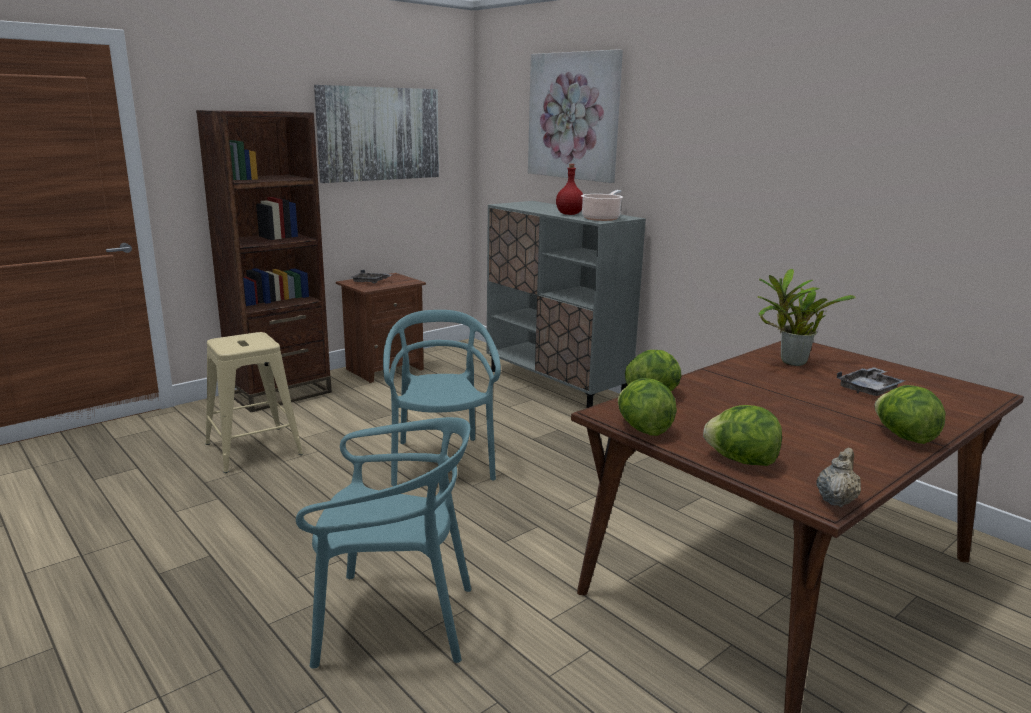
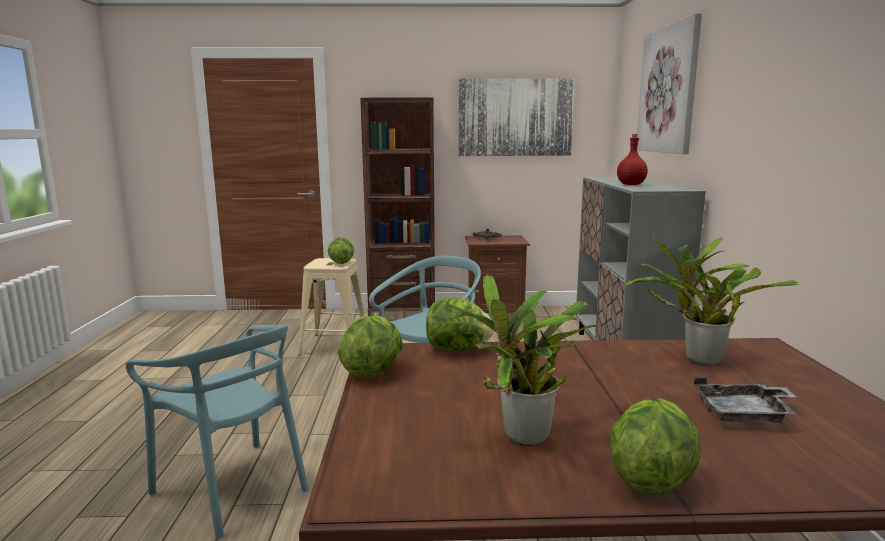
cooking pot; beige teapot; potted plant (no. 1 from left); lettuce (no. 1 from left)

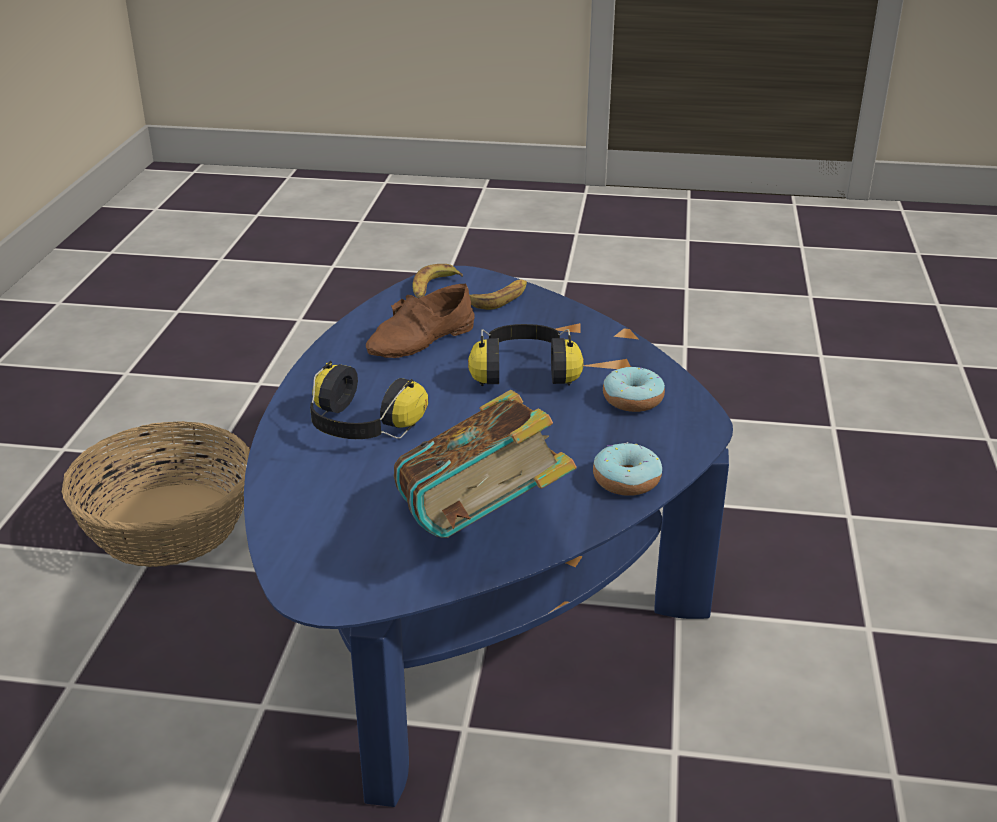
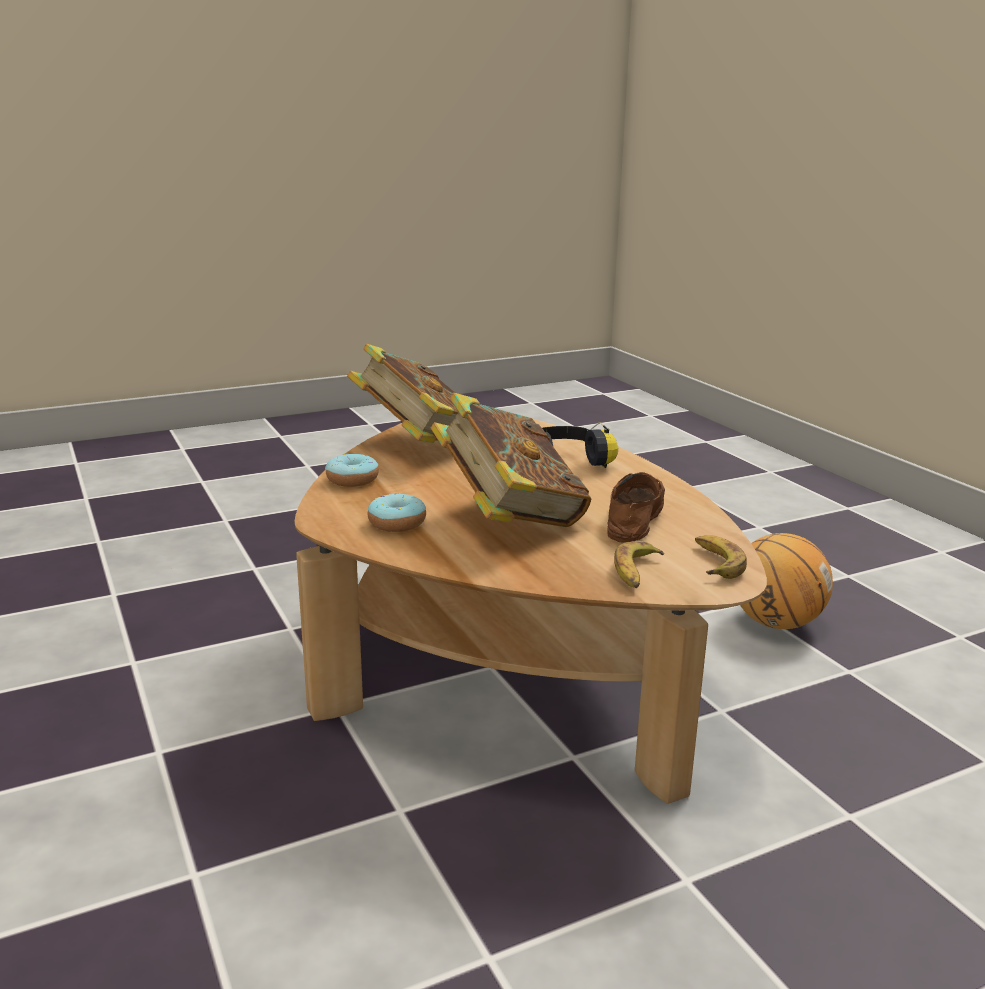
basketball; book (no. 2 from left); brown coffee table

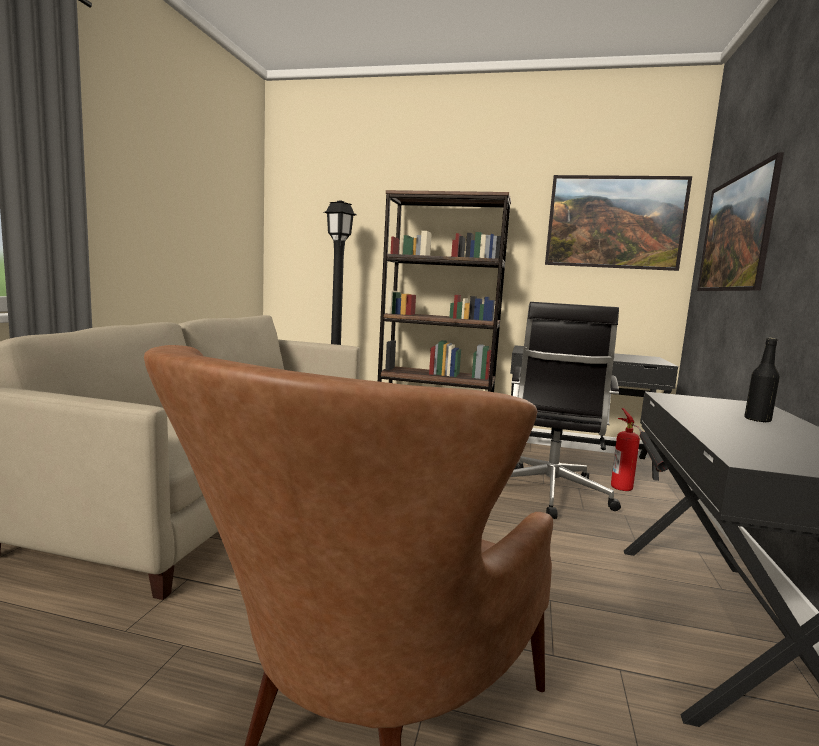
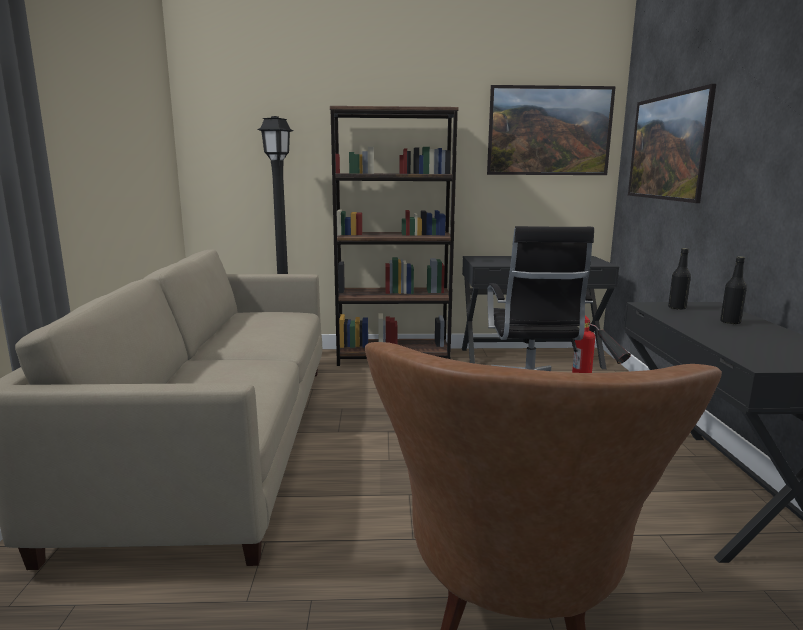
black bottle (no. 1 from left)

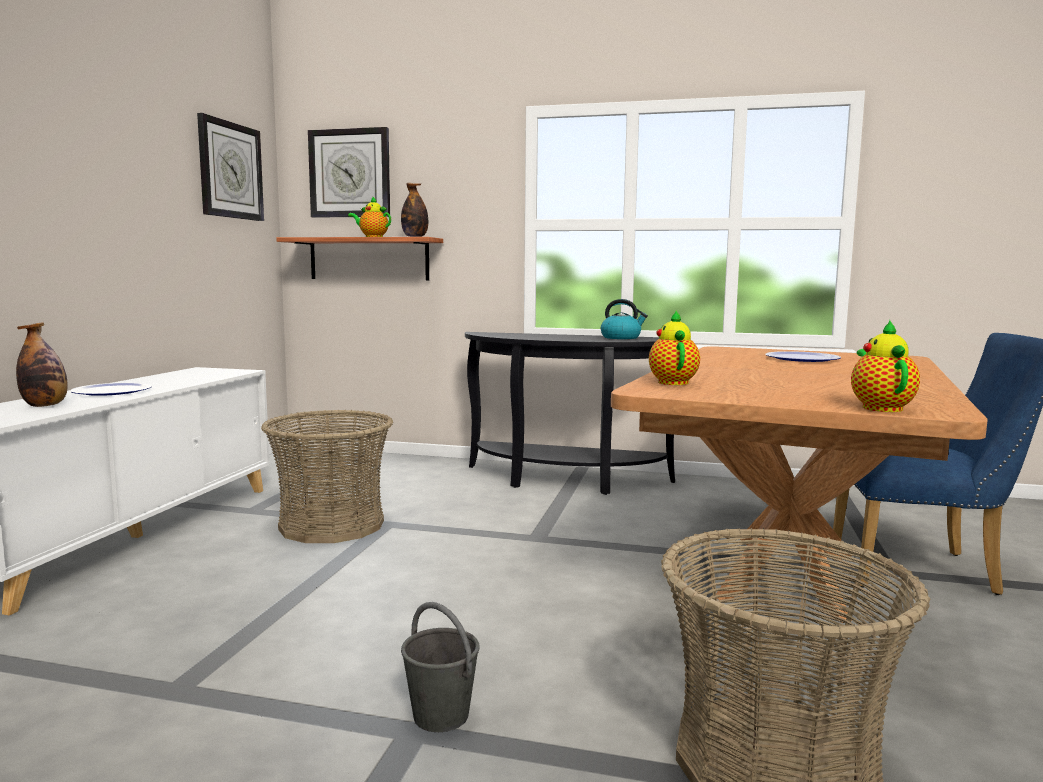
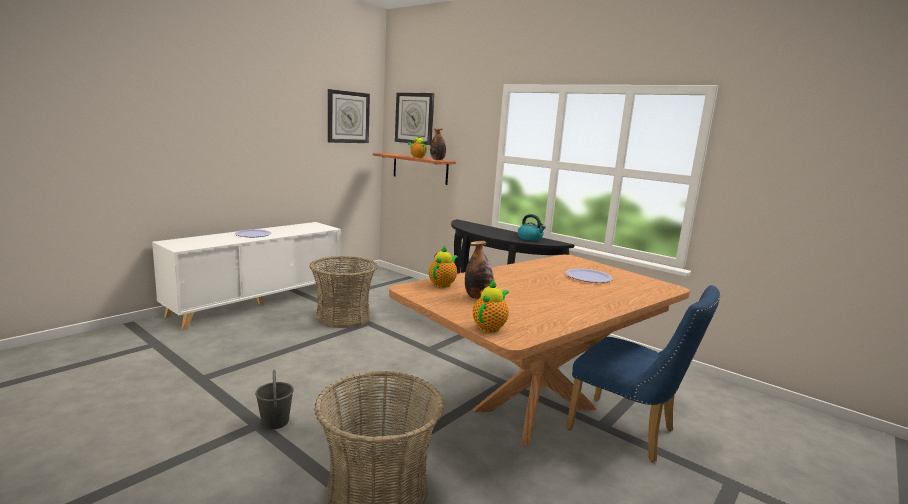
bottle (no. 2 from left)

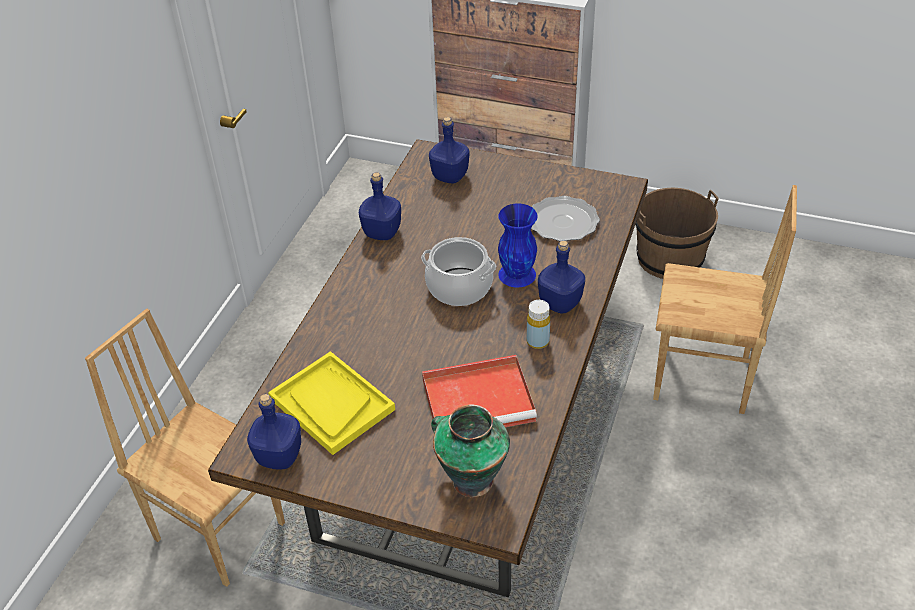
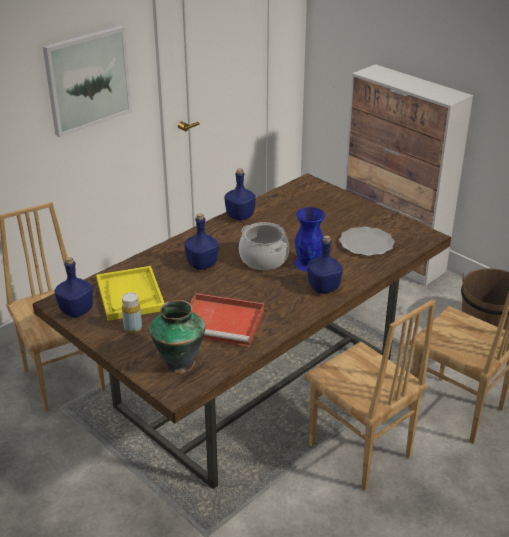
picture; brown chair (no. 2 from left); blue bottle (no. 2 from left); yellow bottle

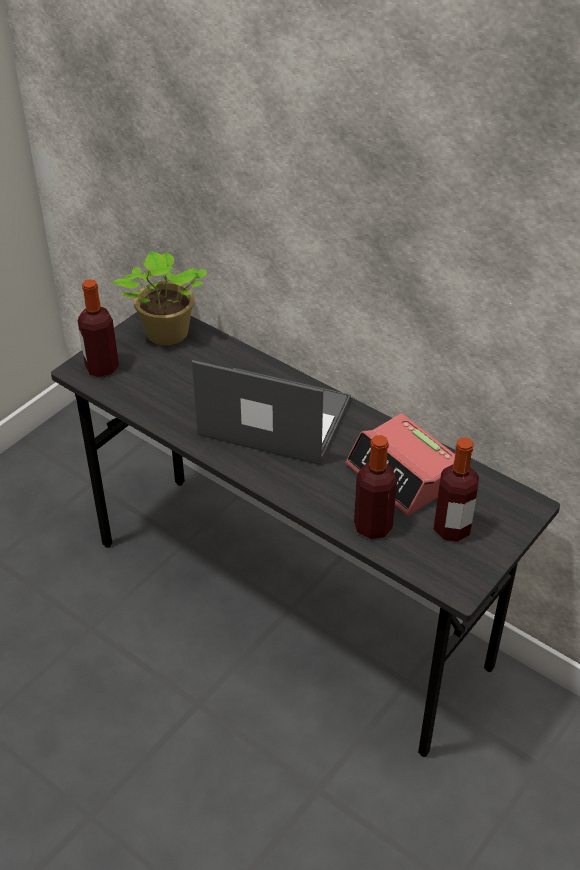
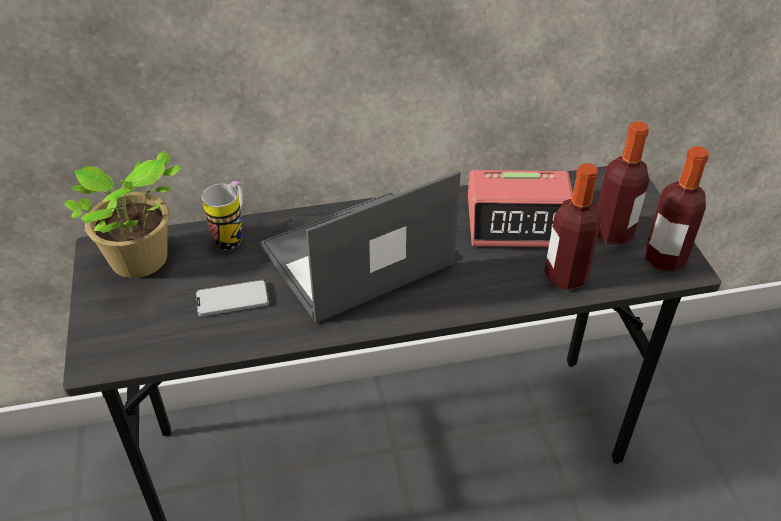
phone; mug; bottle (no. 3 from left)

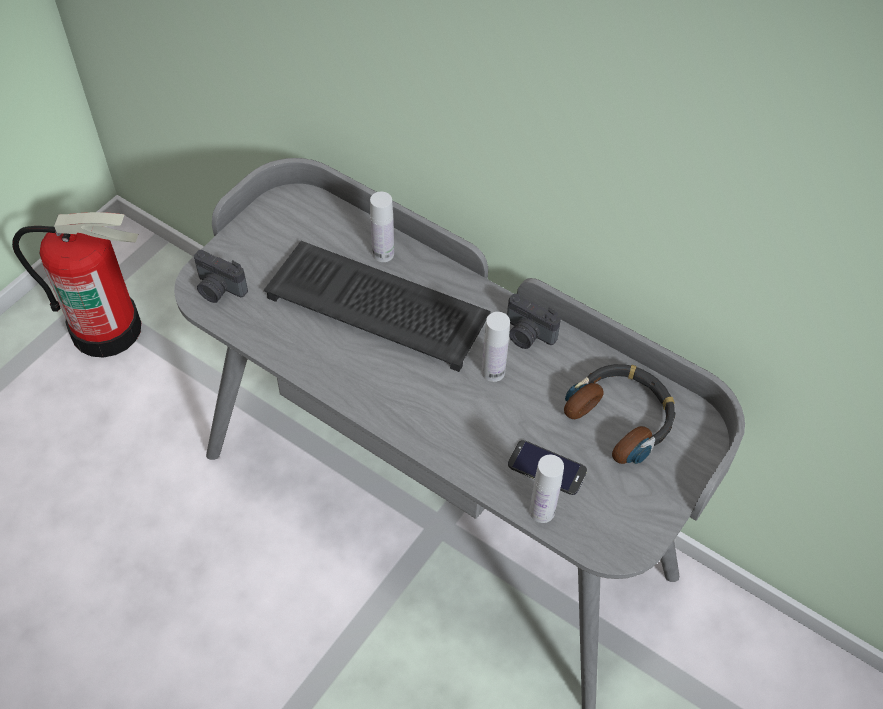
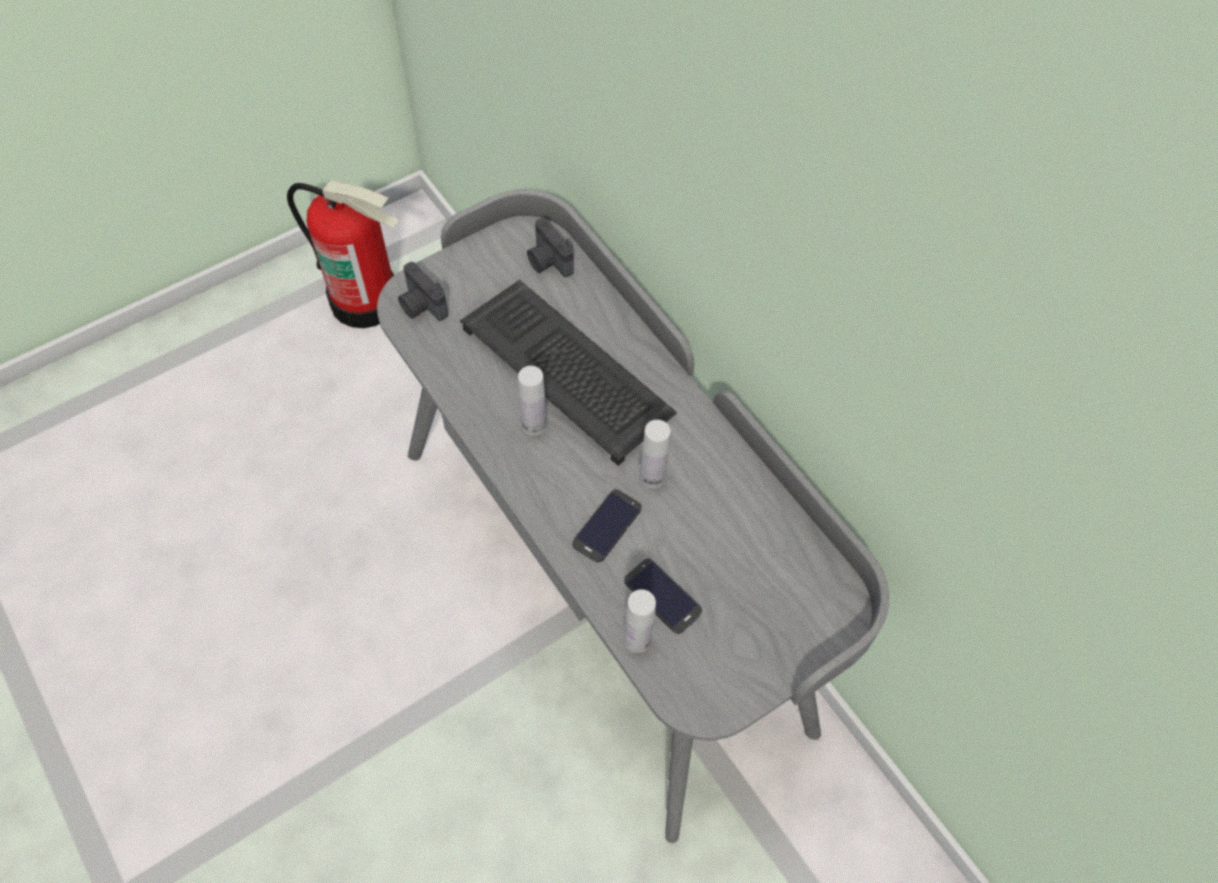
headphones; phone (no. 1 from left); white bottle (no. 1 from left); photo camera (no. 2 from left)

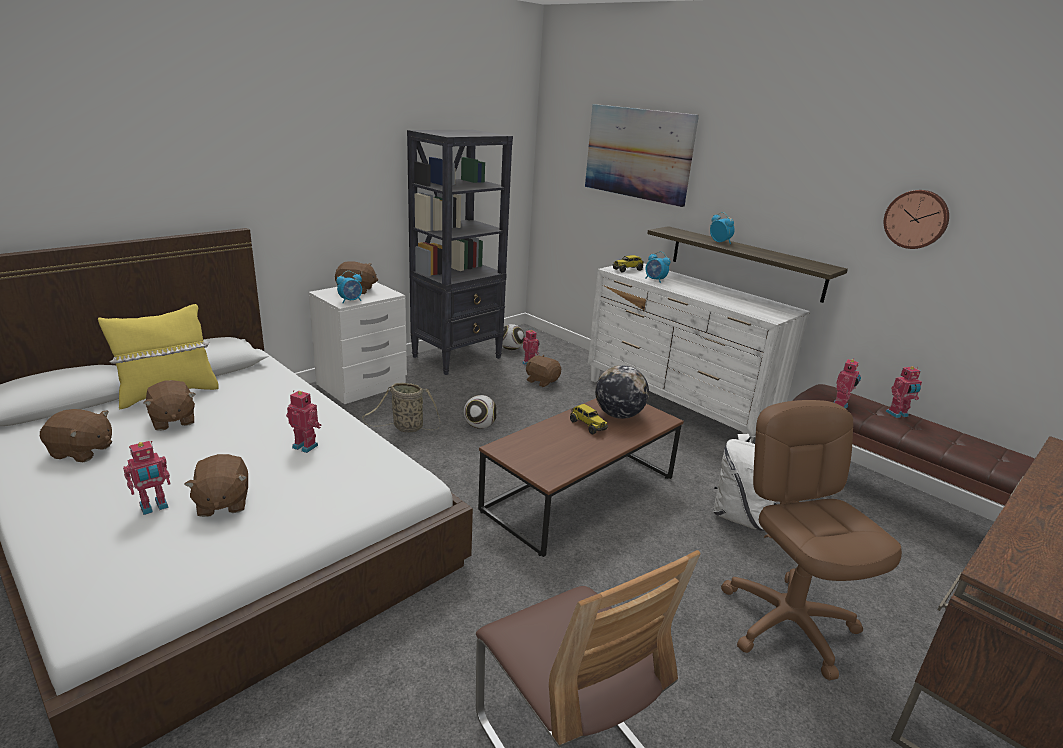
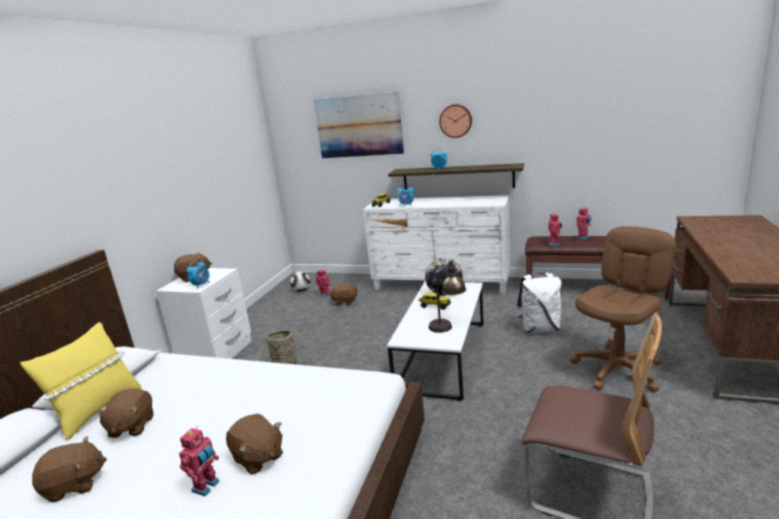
toy robot (no. 2 from left in the first image); black bookcase; football (no. 1 from left in the first image); table lamp; wall clock; white coffee table; brown plush toy (no. 2 from left); brown office chair

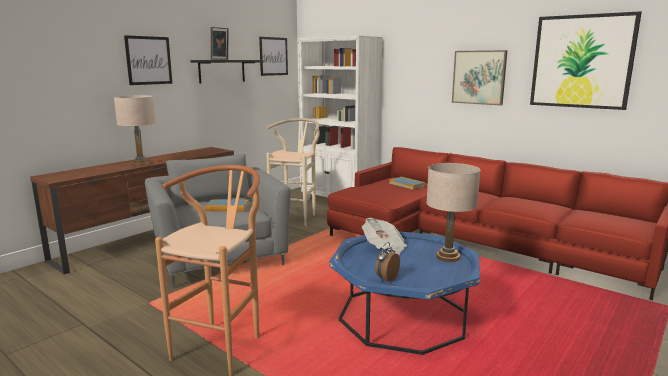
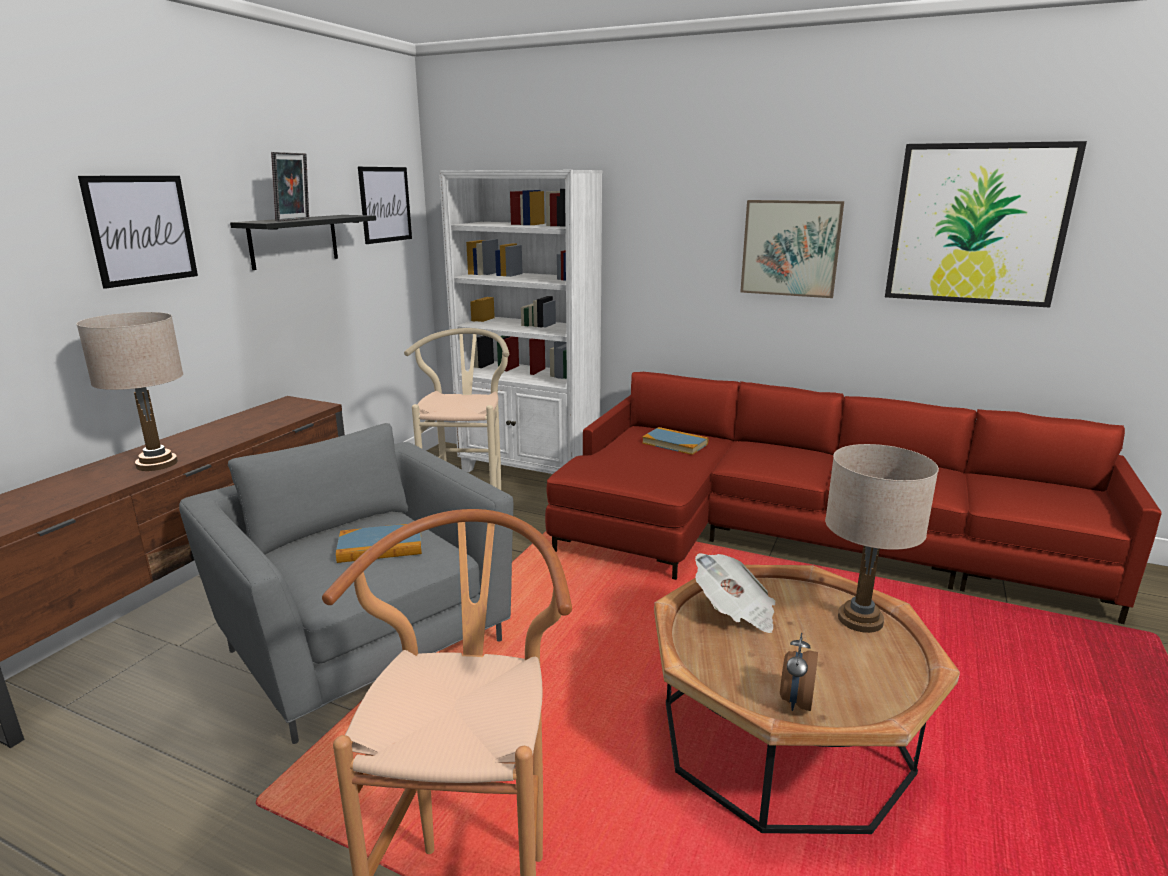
brown coffee table

